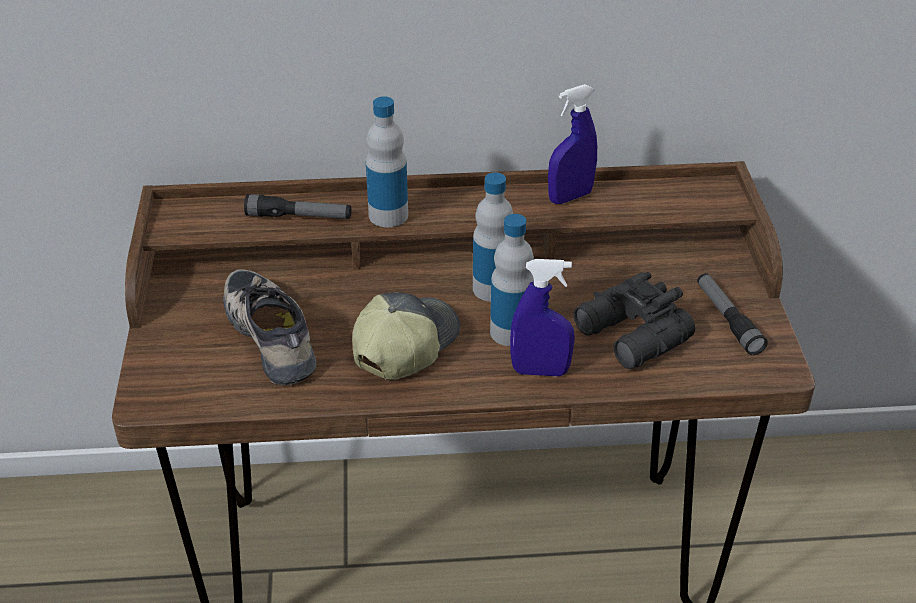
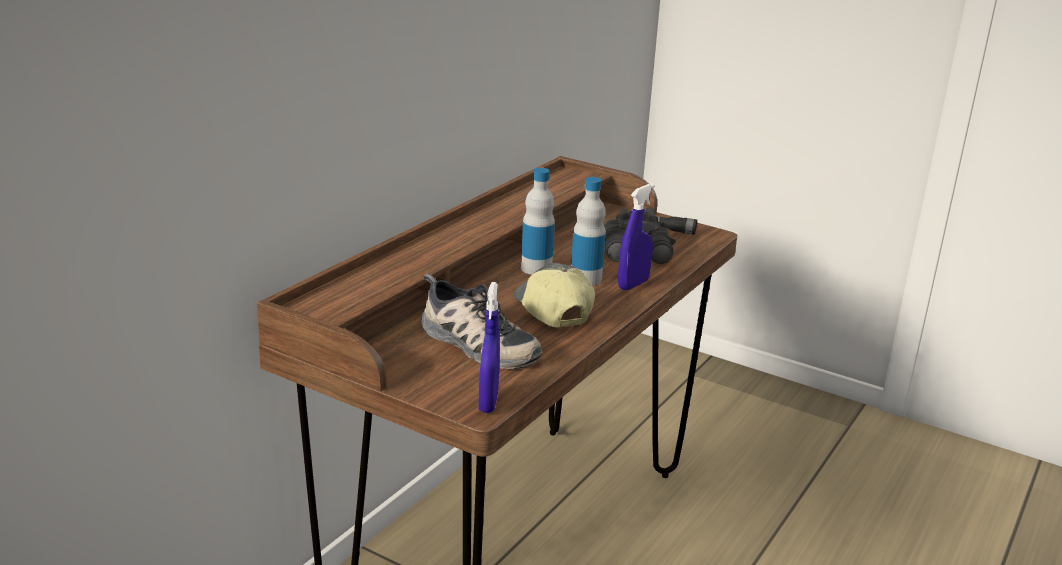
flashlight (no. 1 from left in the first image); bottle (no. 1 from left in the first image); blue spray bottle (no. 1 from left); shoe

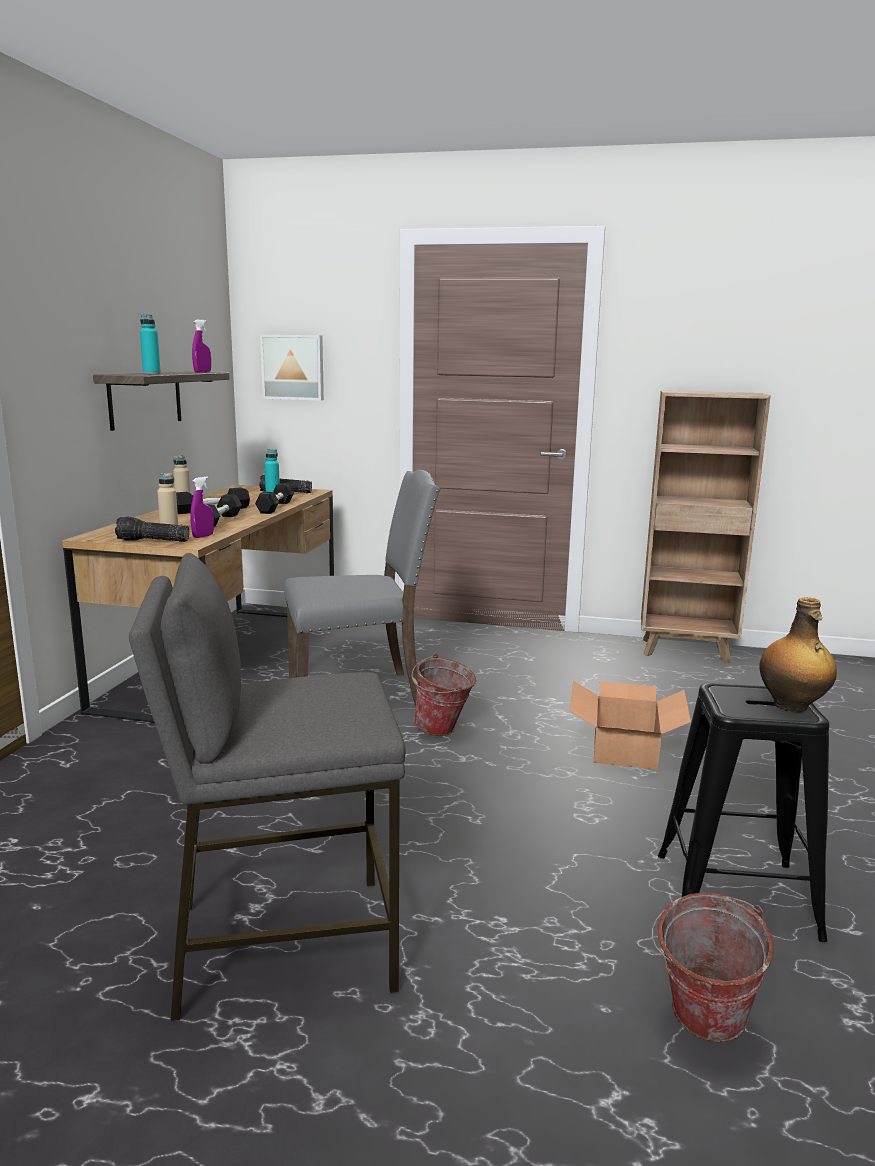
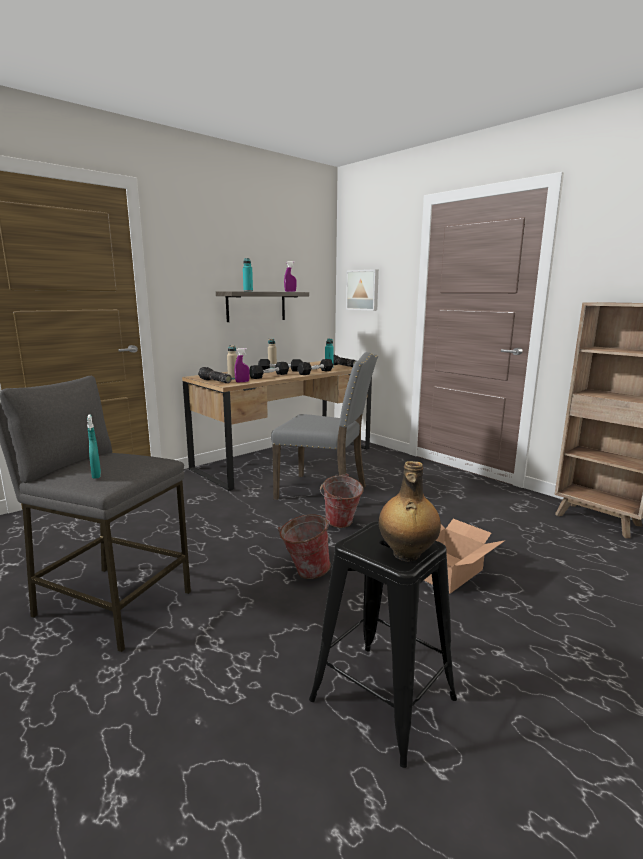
turquoise spray bottle; bucket (no. 1 from left)

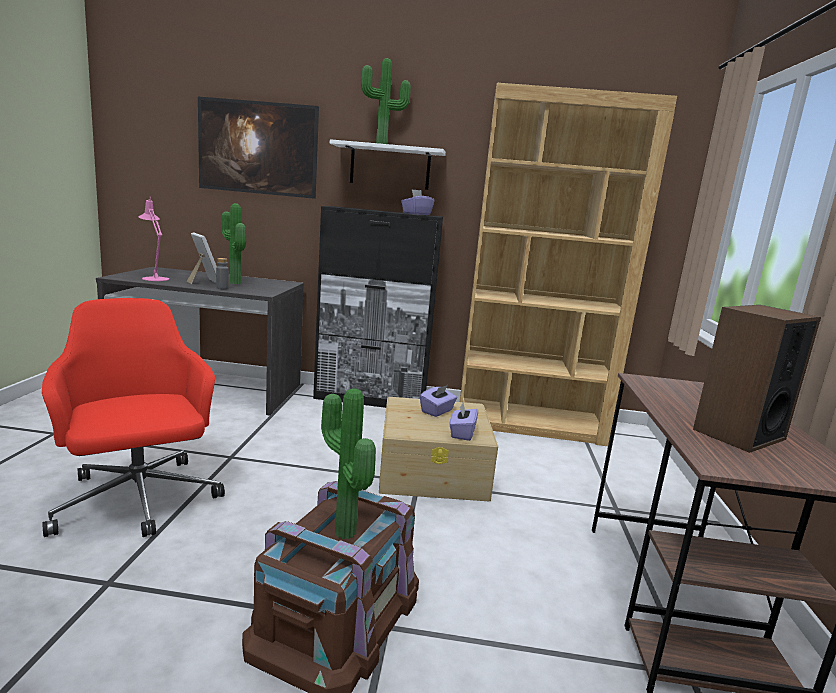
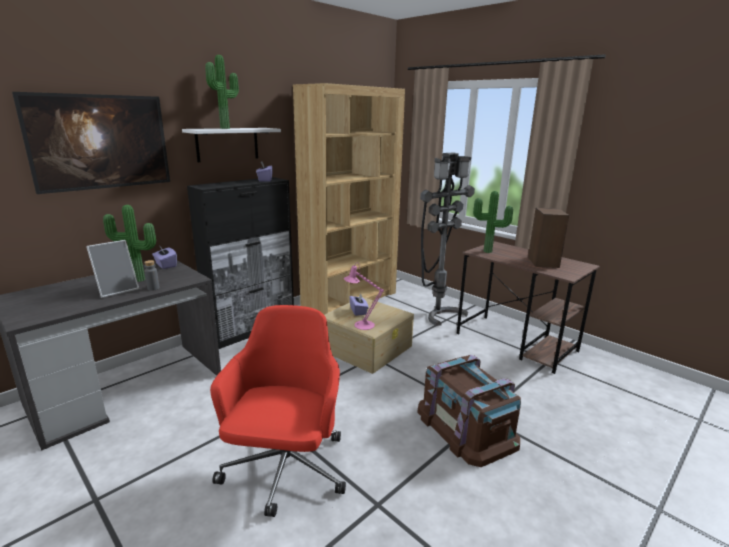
grey floor lamp; pink table lamp; potted plant (no. 3 from left); purple tissue box (no. 1 from left); red office chair; picture frame

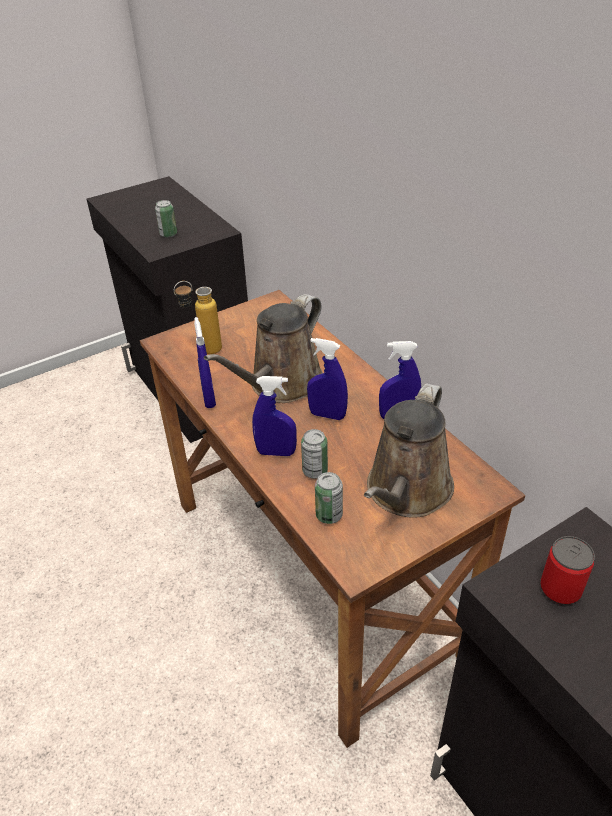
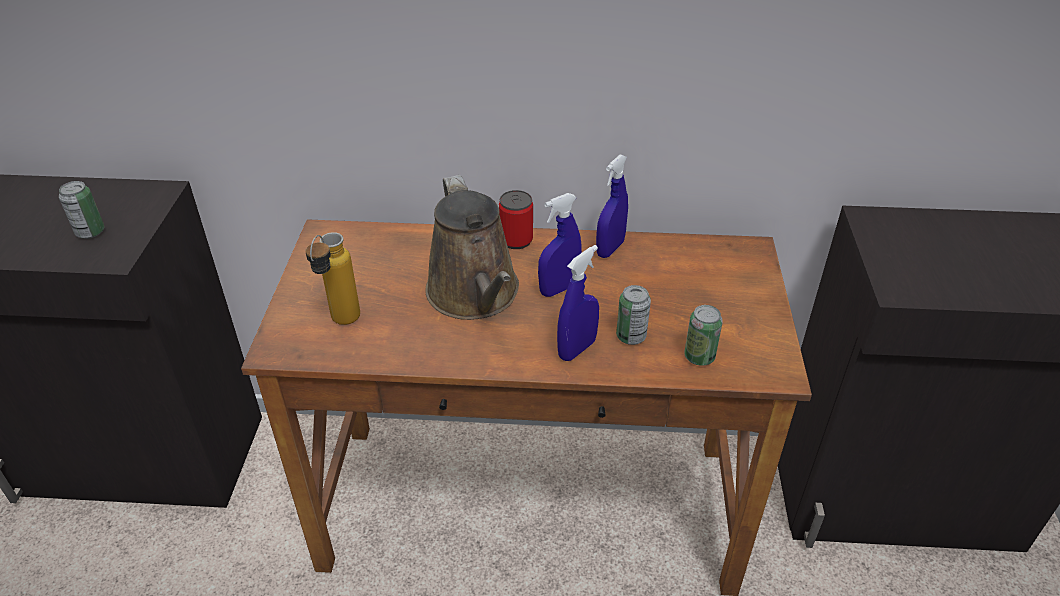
blue spray bottle (no. 1 from left in the first image); brown watering can (no. 2 from left in the first image); can (no. 2 from left)

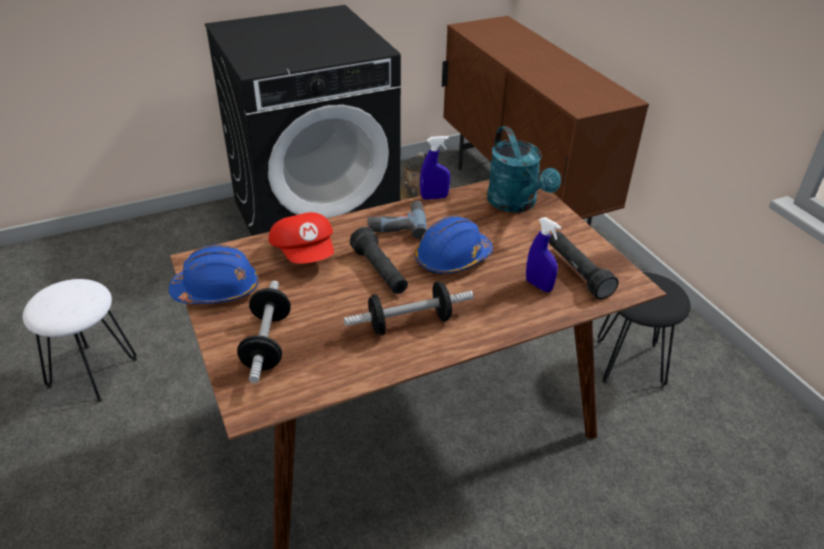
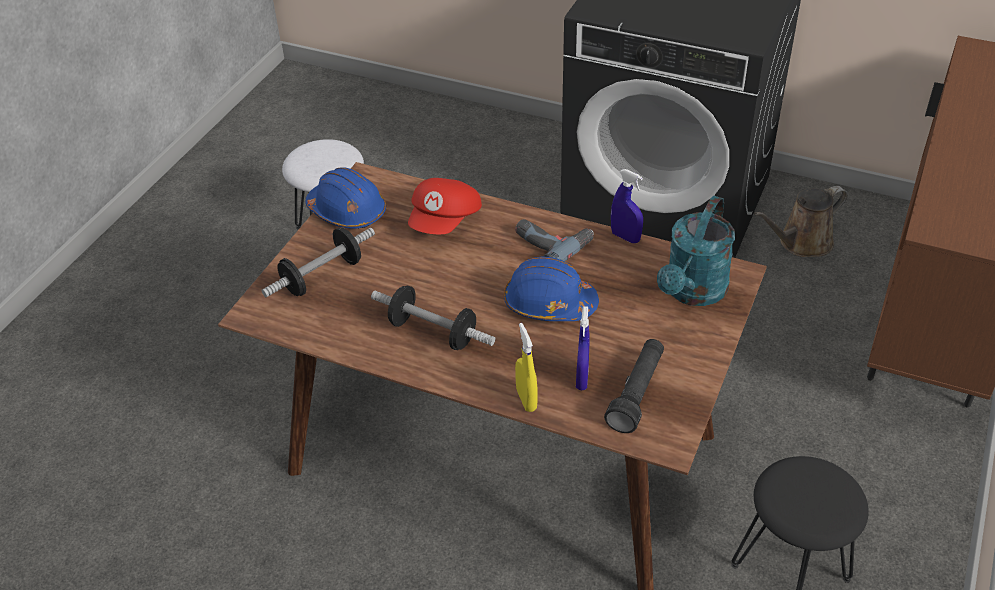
black flashlight (no. 1 from left in the first image); yellow spray bottle

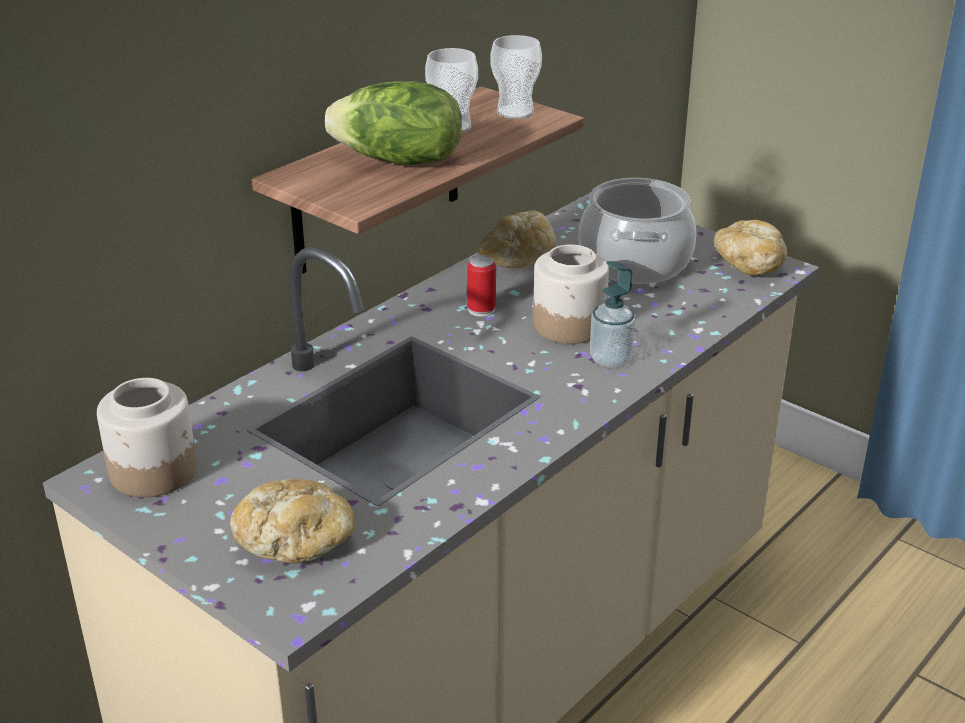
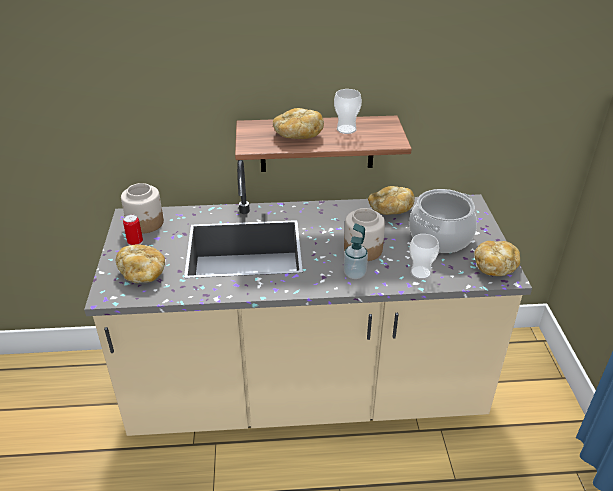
can; cup (no. 2 from left); bread (no. 2 from left)

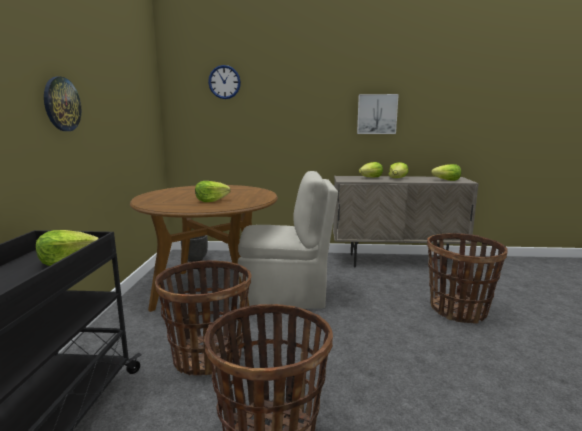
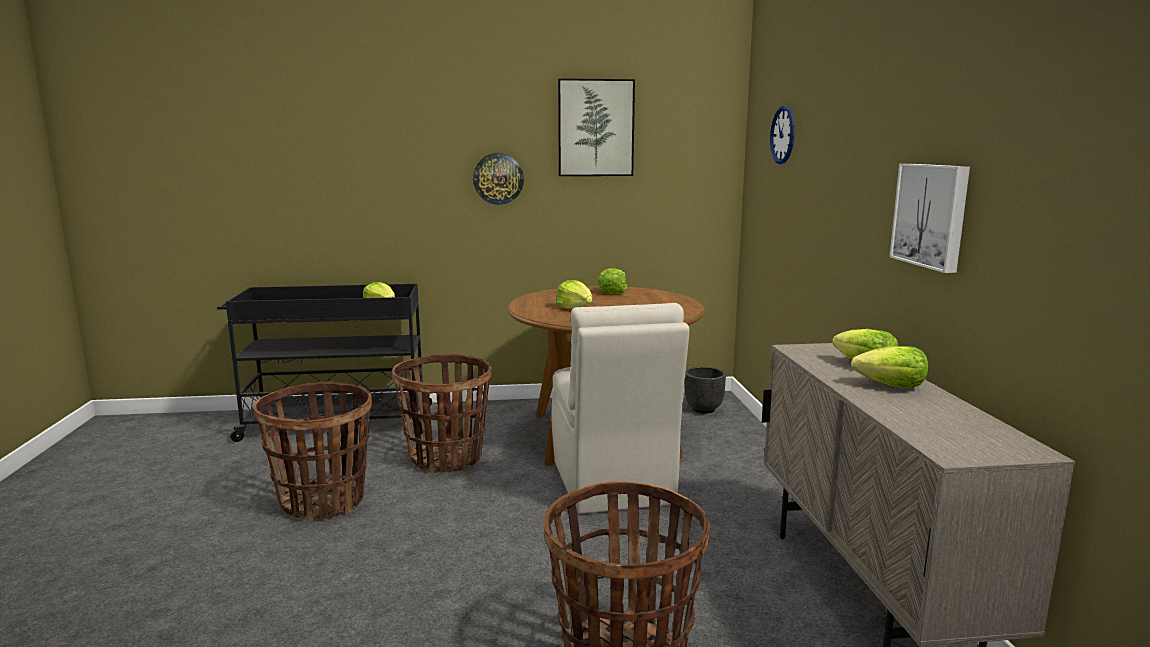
picture (no. 1 from left); lettuce (no. 3 from left)

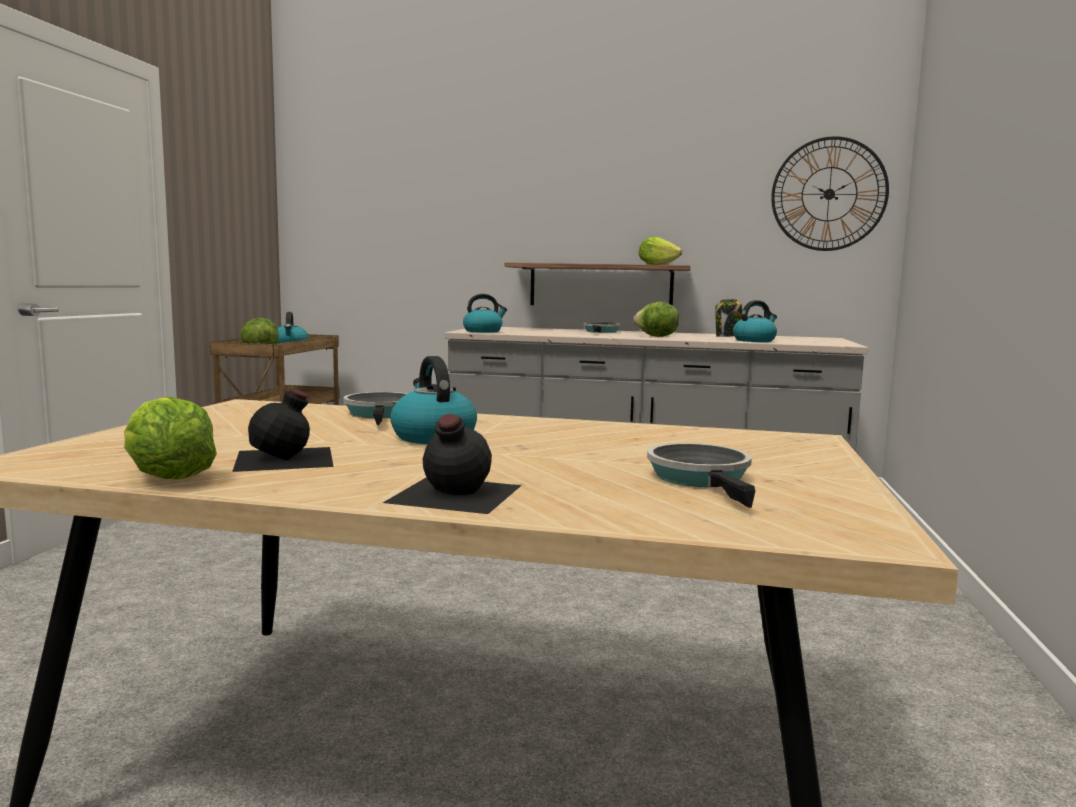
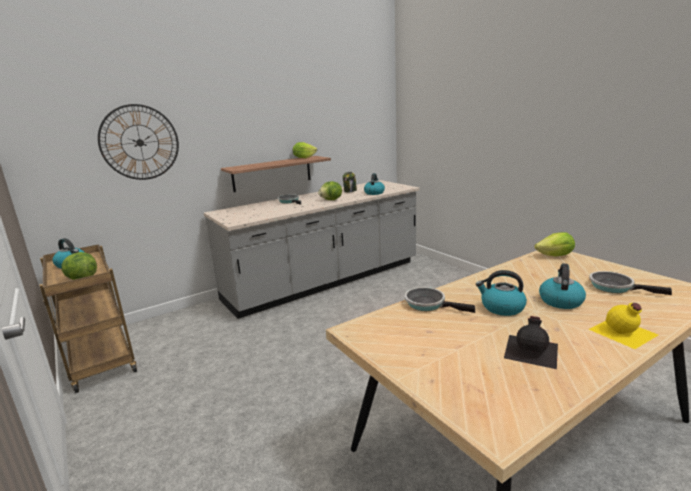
lettuce (no. 4 from left); kettle (no. 4 from left); wall clock; yellow bottle

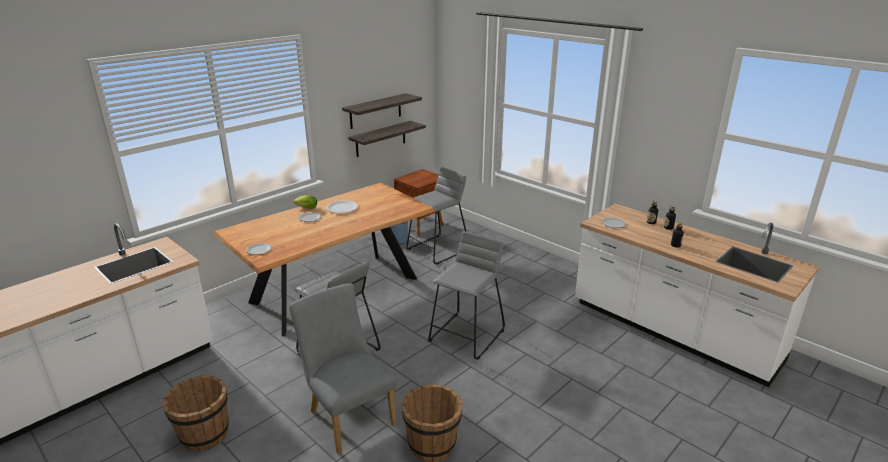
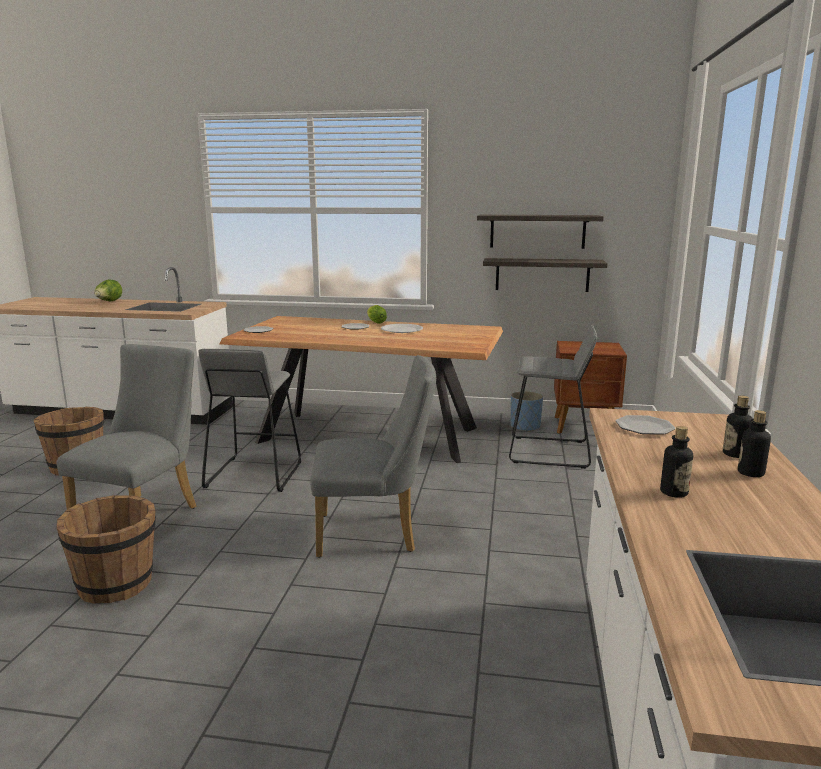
lettuce (no. 1 from left); grey chair (no. 2 from left)

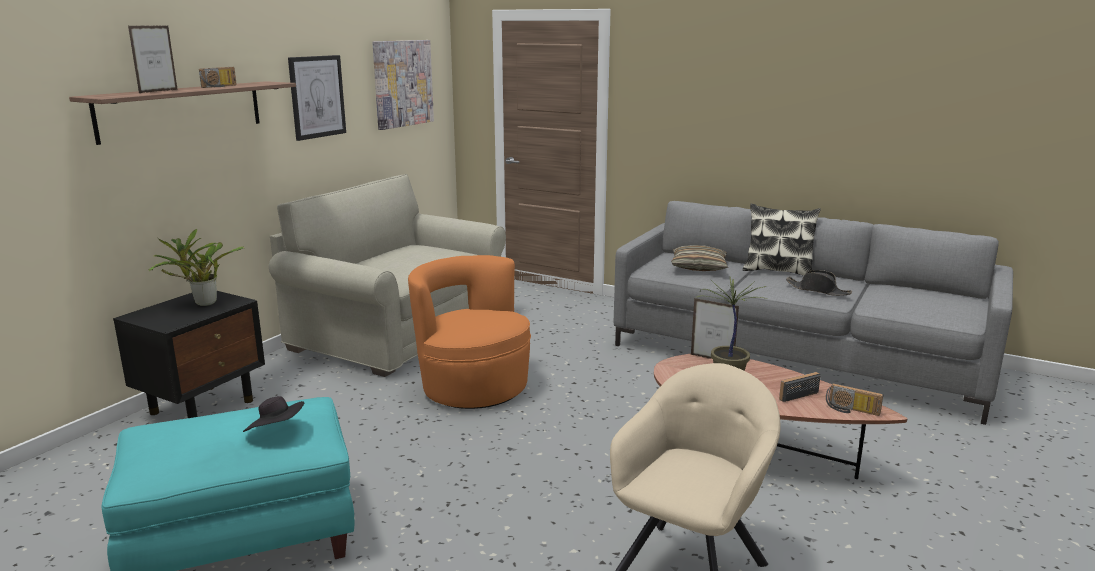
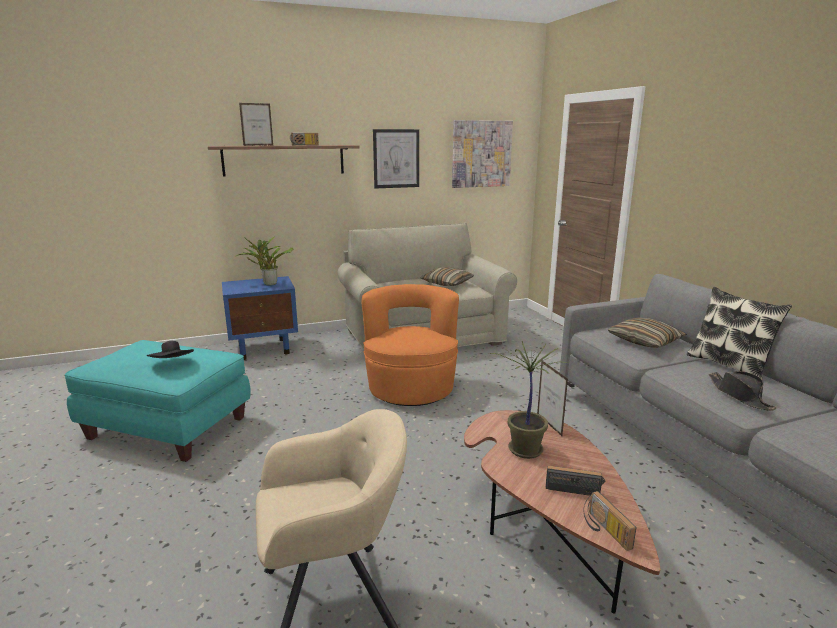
pillow (no. 1 from left); blue nightstand

